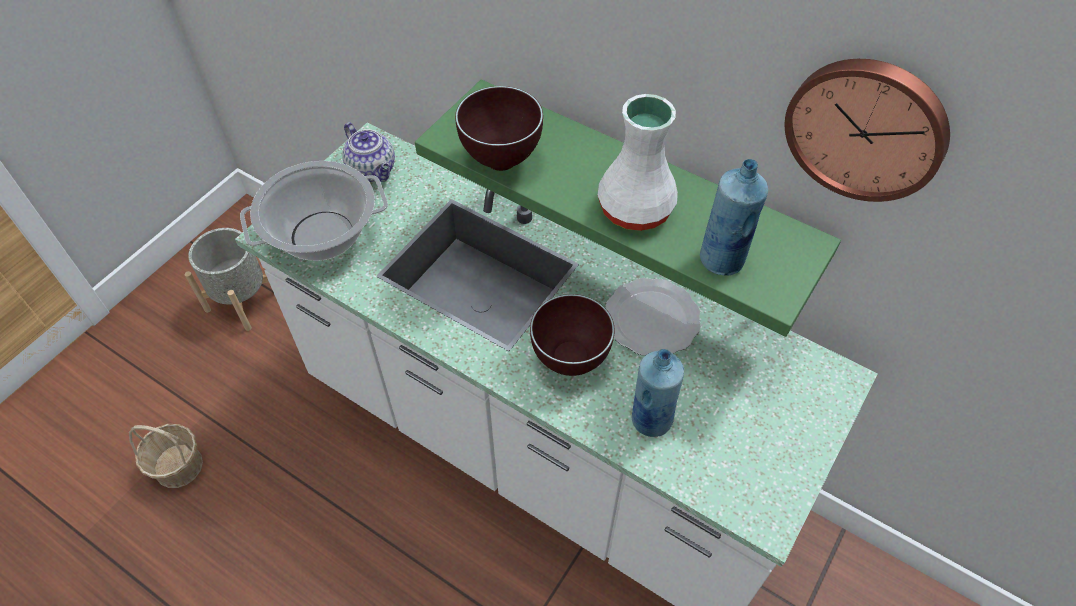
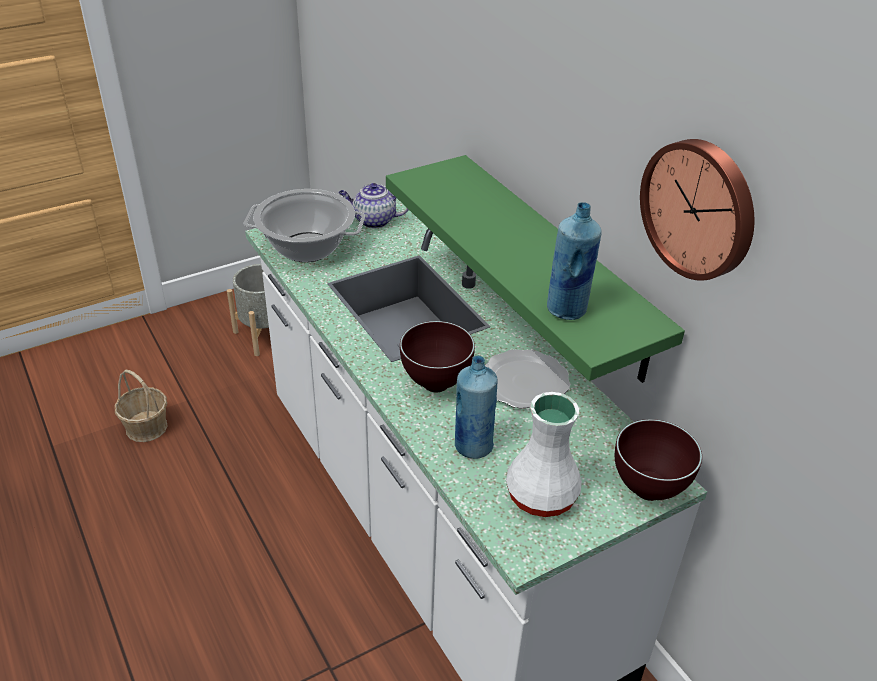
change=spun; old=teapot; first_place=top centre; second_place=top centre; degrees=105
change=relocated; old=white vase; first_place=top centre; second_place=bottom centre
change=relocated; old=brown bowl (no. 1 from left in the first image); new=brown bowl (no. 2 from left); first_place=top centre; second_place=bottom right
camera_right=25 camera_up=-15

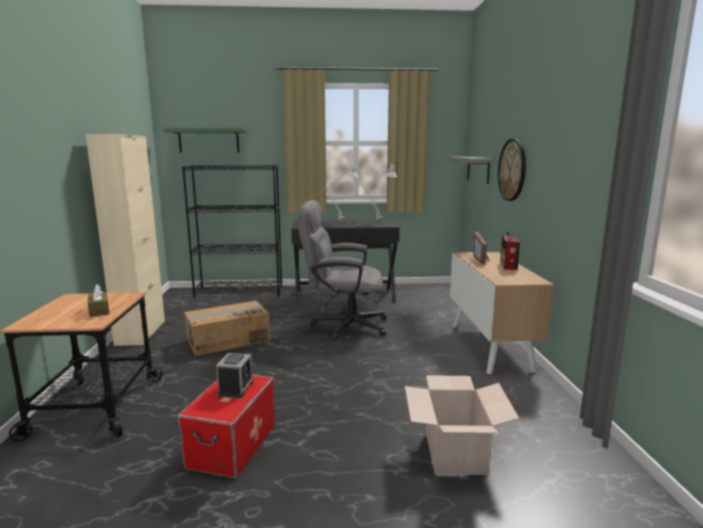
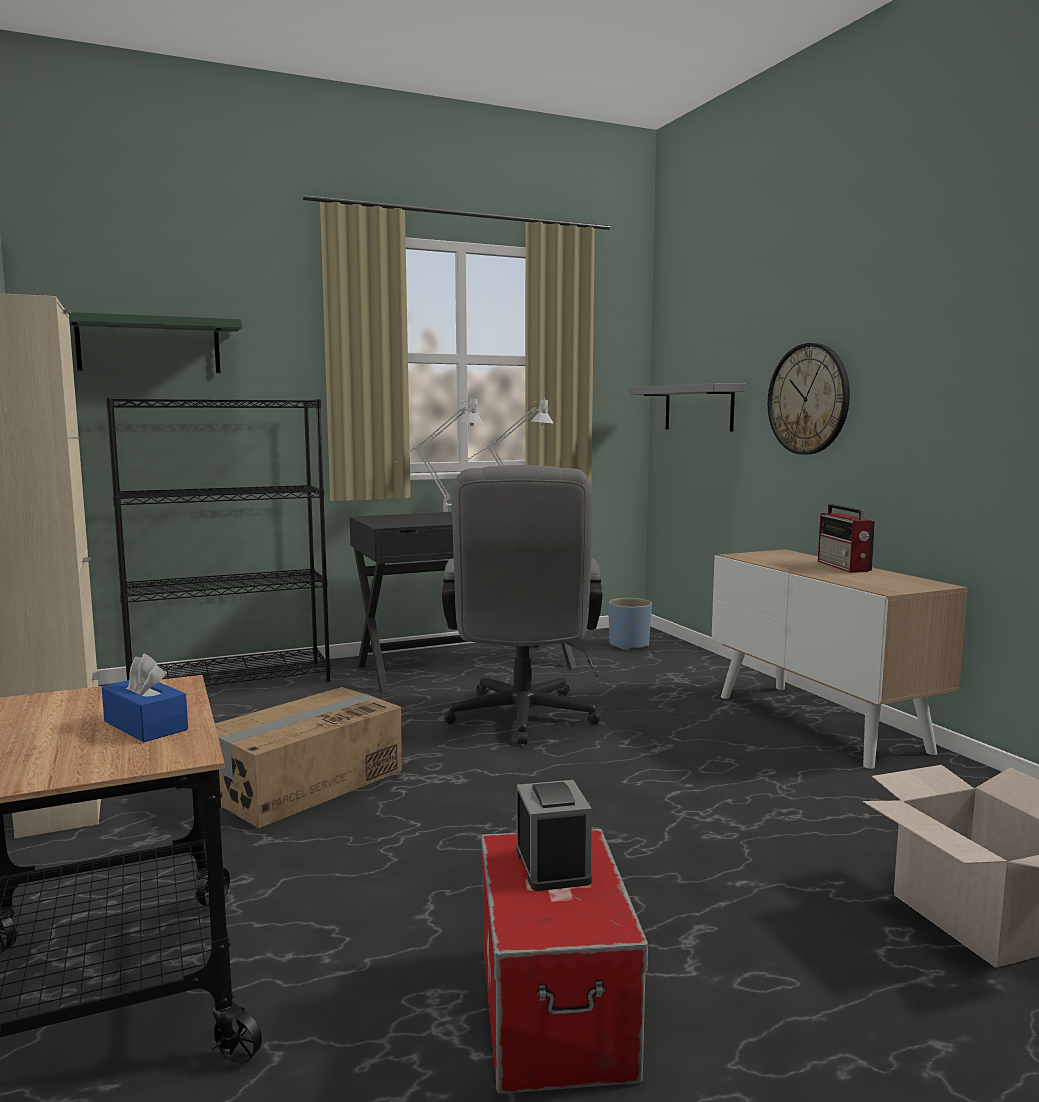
change=colour; old=brown tissue box; new=blue tissue box; first_place=middle left; second_place=middle left
change=spun; old=grey office chair; first_place=centre; second_place=centre; degrees=-75
change=appeared; new=blue planter; second_place=centre
change=missing; old=picture frame; first_place=middle right
camera_right=-20 camera_up=-5

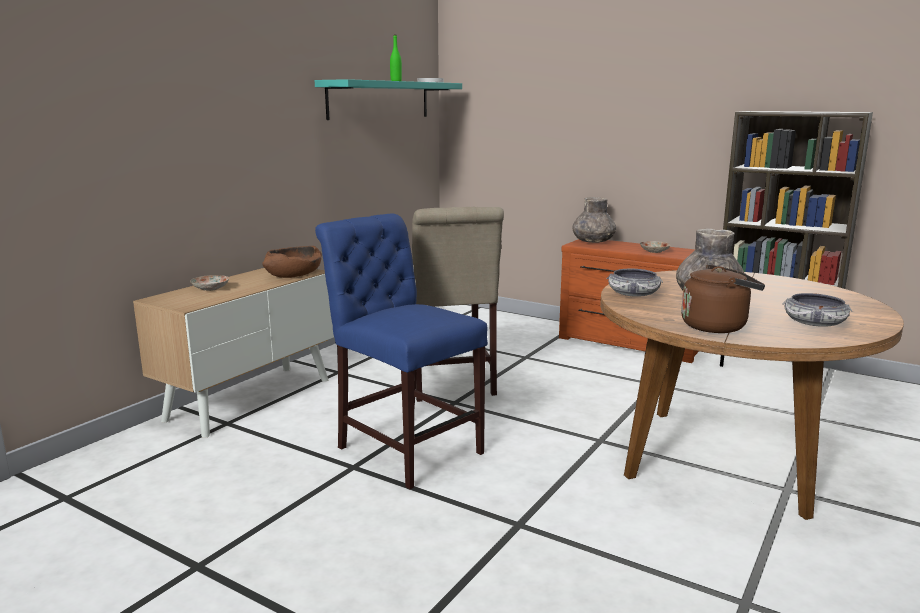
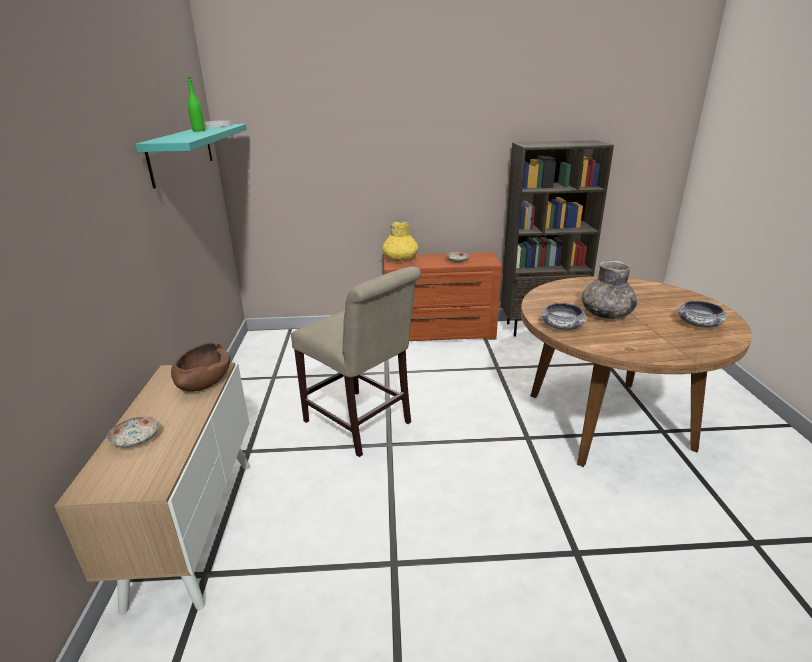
change=colour; old=grey vase (no. 1 from left); new=yellow vase; first_place=centre; second_place=centre
change=missing; old=blue chair; first_place=centre
change=missing; old=brown kettle; first_place=middle right
camera_right=-35 camera_up=10

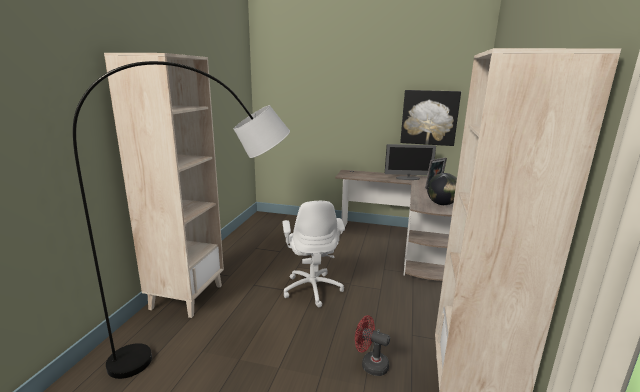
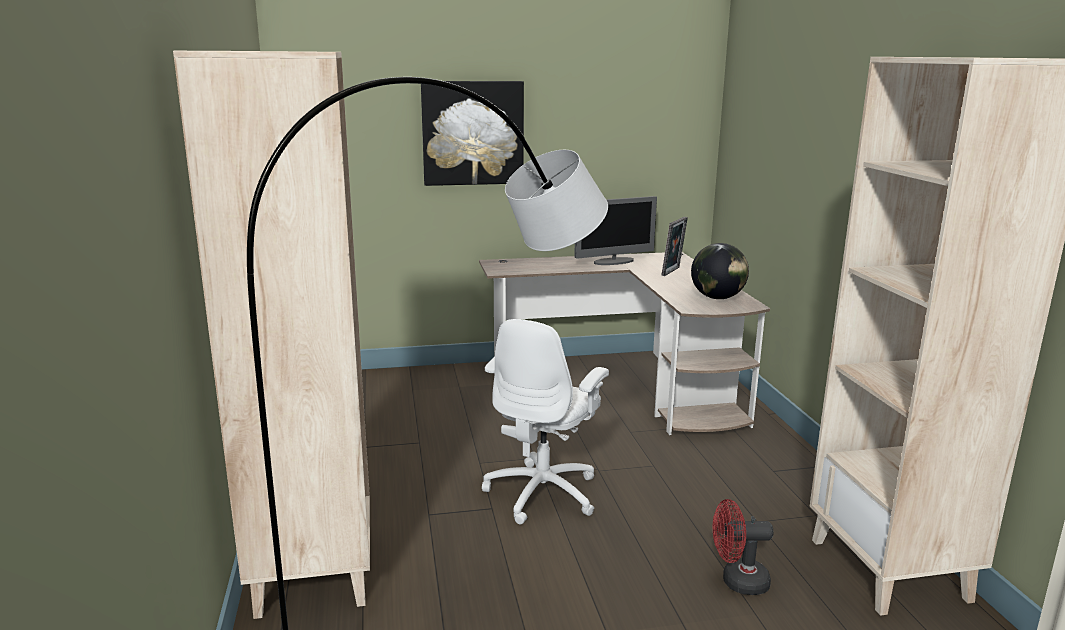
change=relocated; old=picture; first_place=top right; second_place=top centre
change=spun; old=white office chair; first_place=centre; second_place=bottom centre; degrees=60
camera_right=-25 camera_up=0

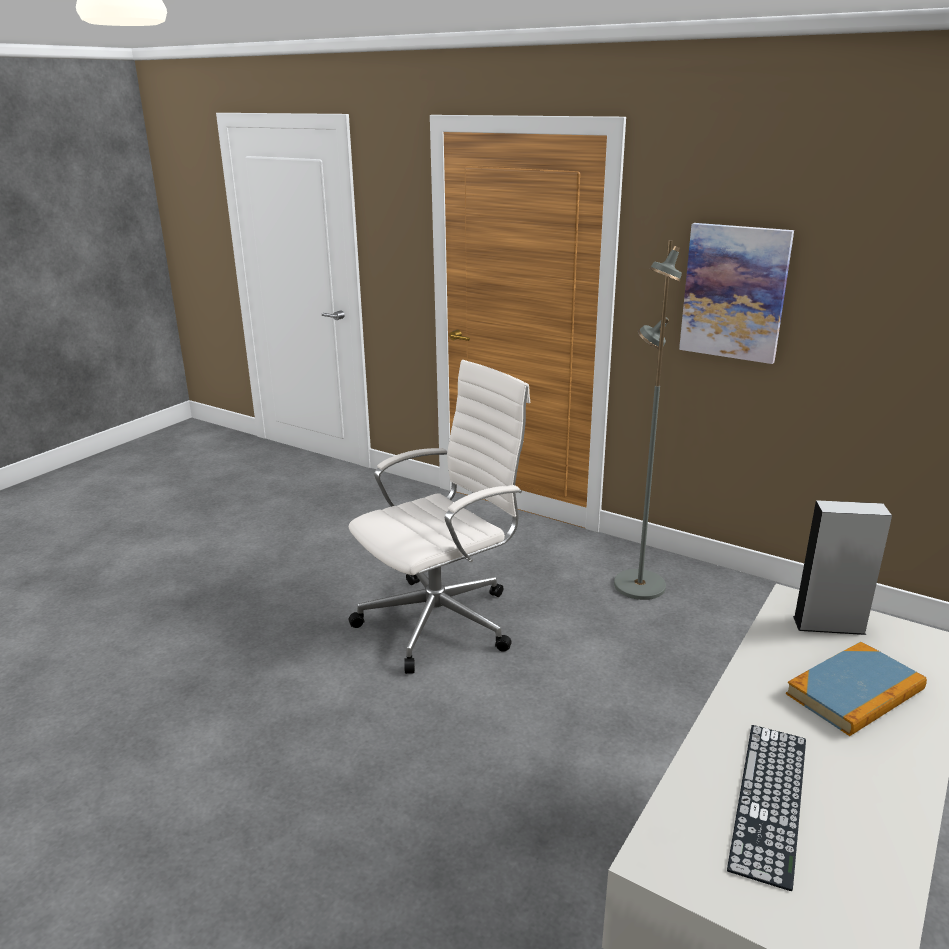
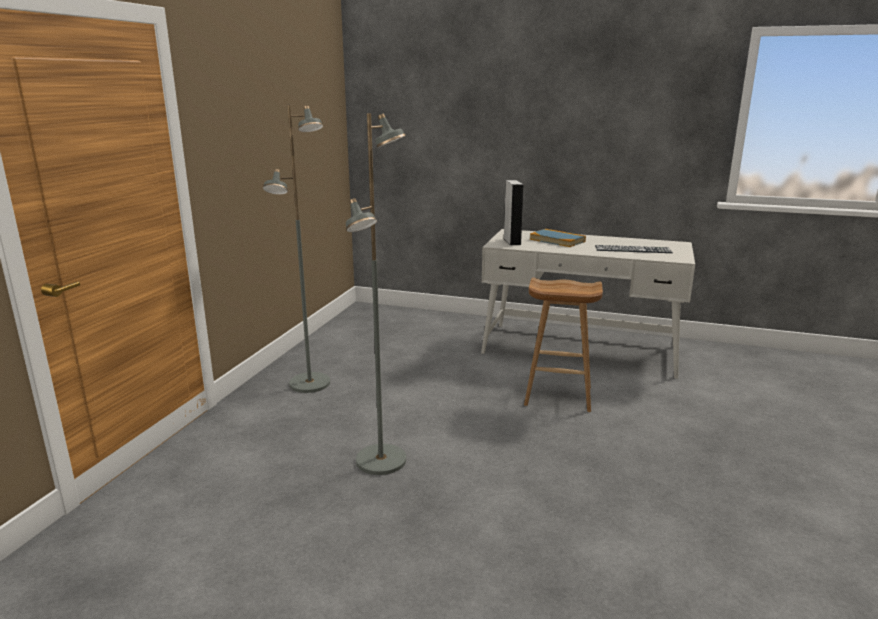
change=exchanged; old=white office chair; new=grey floor lamp (no. 2 from left); first_place=centre; second_place=centre
change=appeared; new=brown stool; second_place=centre
change=missing; old=picture; first_place=top right
camera_right=-105 camera_up=-5

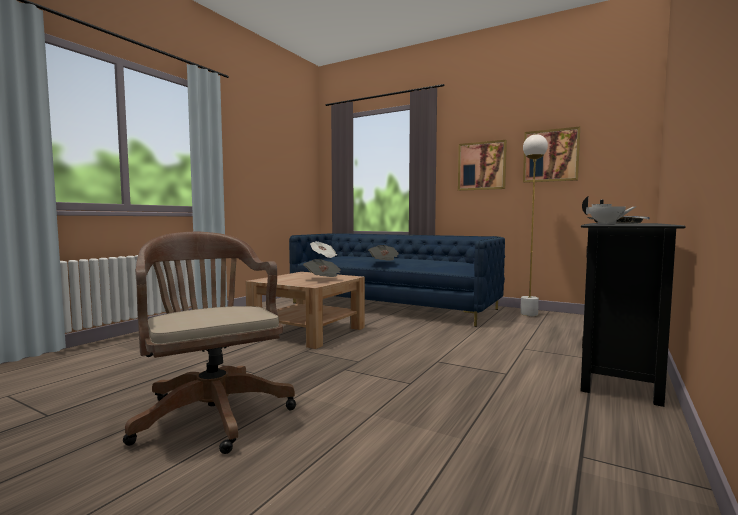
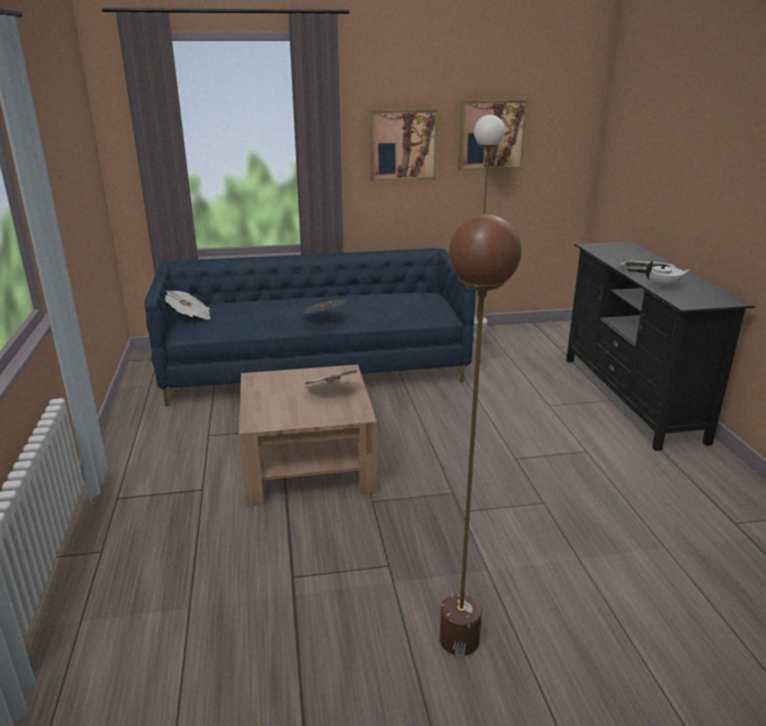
change=exchanged; old=brown office chair; new=brown floor lamp; first_place=middle left; second_place=centre
camera_right=-40 camera_up=20

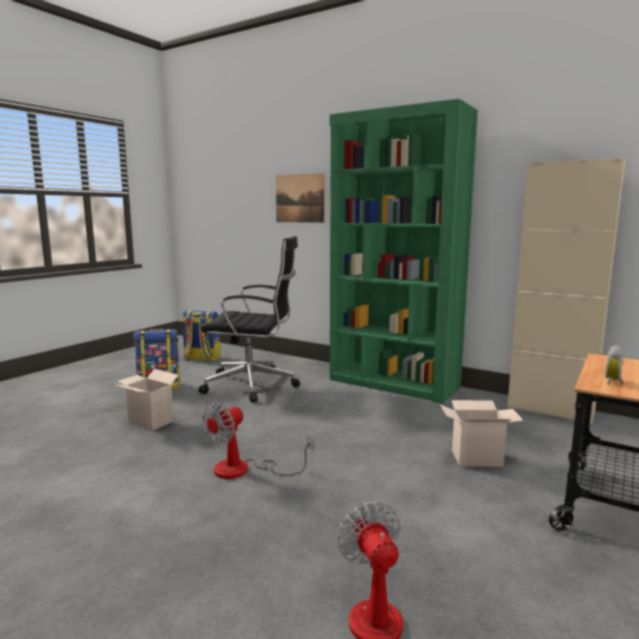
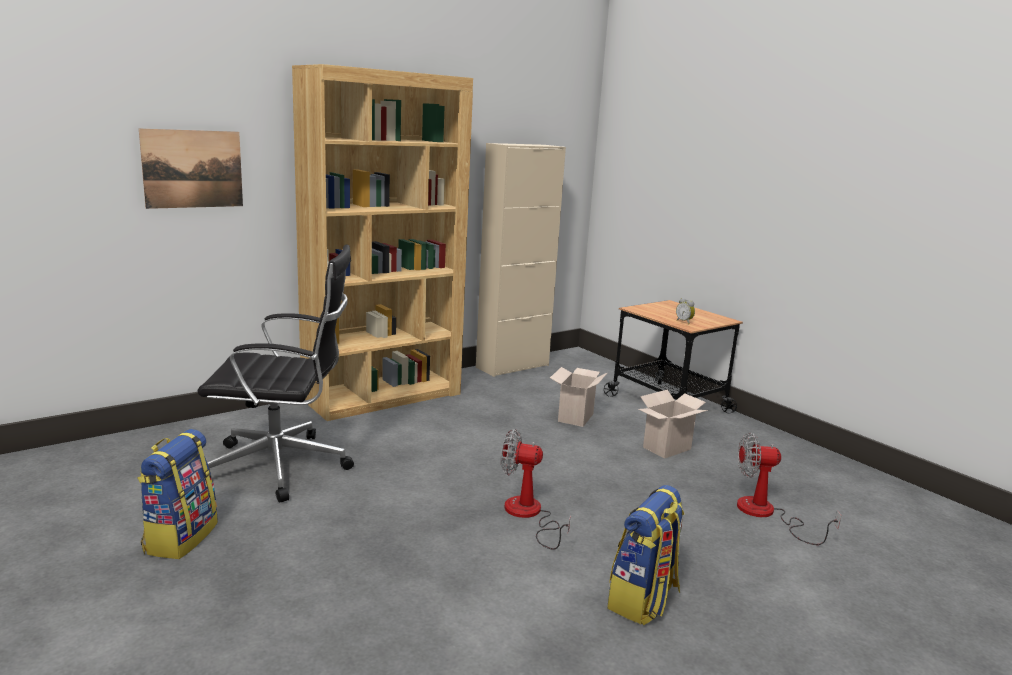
change=spun; old=black office chair; first_place=centre; second_place=middle left; degrees=60
change=colour; old=green bookcase; new=brown bookcase; first_place=centre; second_place=centre
change=spun; old=fan (no. 1 from left); first_place=bottom centre; second_place=bottom centre; degrees=135
change=relocated; old=backpack (no. 2 from left); first_place=middle left; second_place=bottom centre
change=relocated; old=cardboard box (no. 1 from left in the first image); new=cardboard box (no. 2 from left); first_place=middle left; second_place=centre
camera_right=-70 camera_up=5

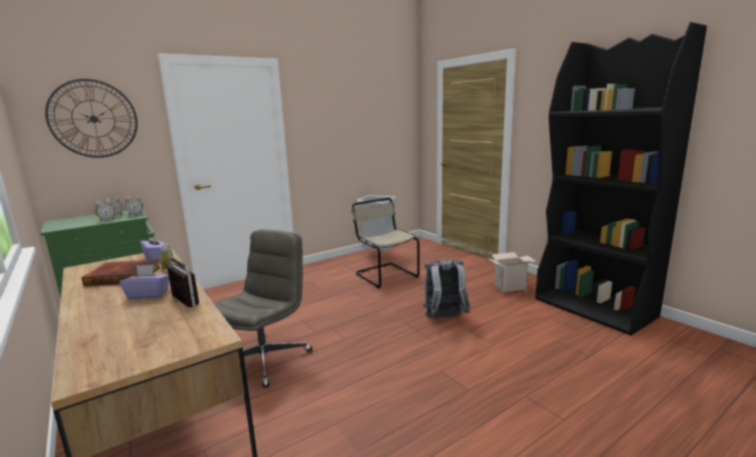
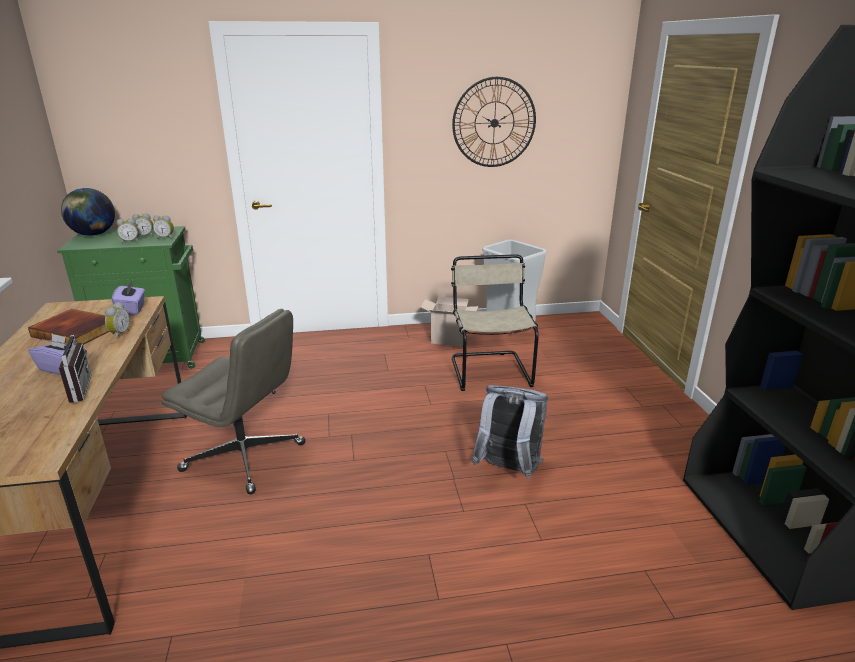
change=appeared; new=globe; second_place=top left
change=spun; old=grey office chair; first_place=bottom centre; second_place=middle left; degrees=60
change=relocated; old=cardboard box; first_place=middle right; second_place=centre
change=relocated; old=wall clock; first_place=top left; second_place=top centre
camera_right=25 camera_up=10

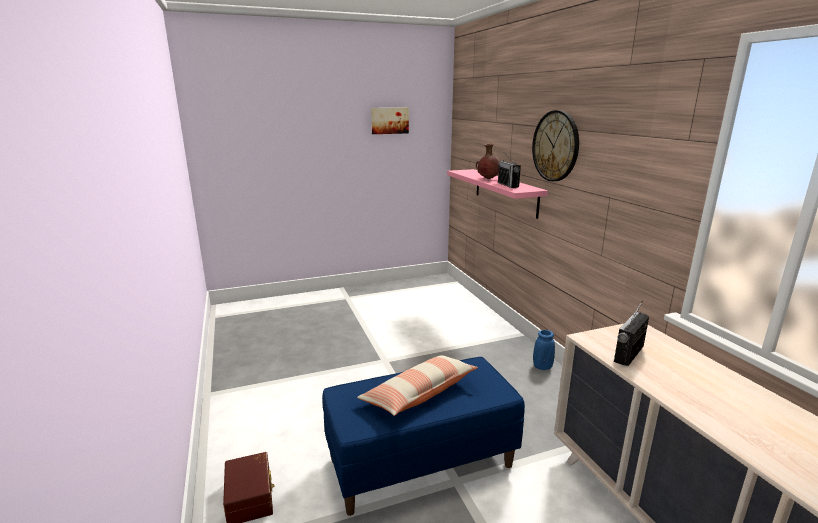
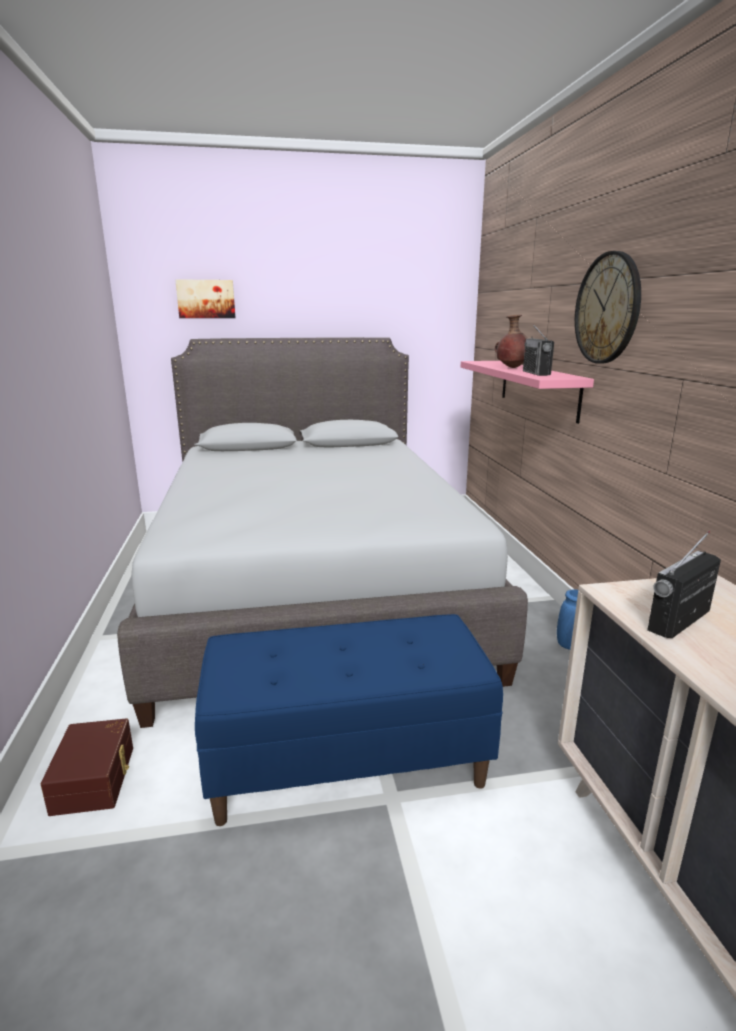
change=appeared; new=grey bed; second_place=centre
change=relocated; old=picture; first_place=top centre; second_place=top left
change=missing; old=pillow; first_place=bottom centre
camera_right=10 camera_up=0

